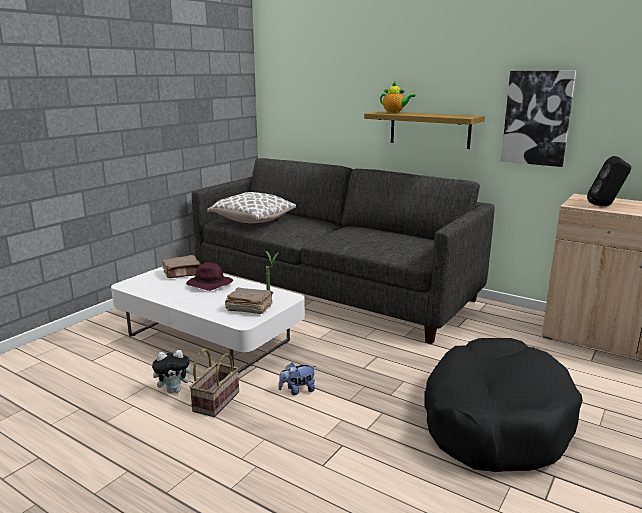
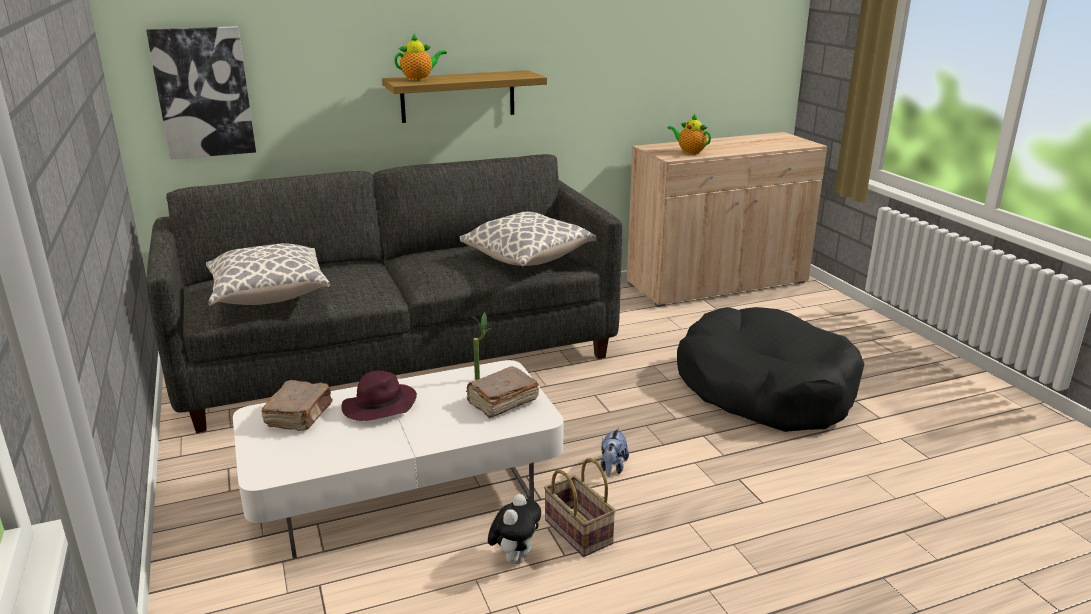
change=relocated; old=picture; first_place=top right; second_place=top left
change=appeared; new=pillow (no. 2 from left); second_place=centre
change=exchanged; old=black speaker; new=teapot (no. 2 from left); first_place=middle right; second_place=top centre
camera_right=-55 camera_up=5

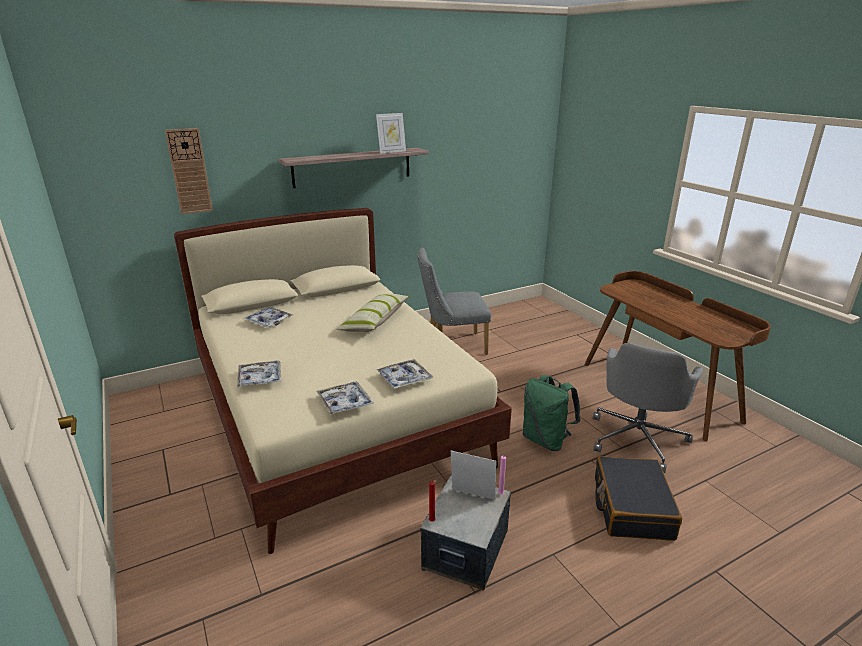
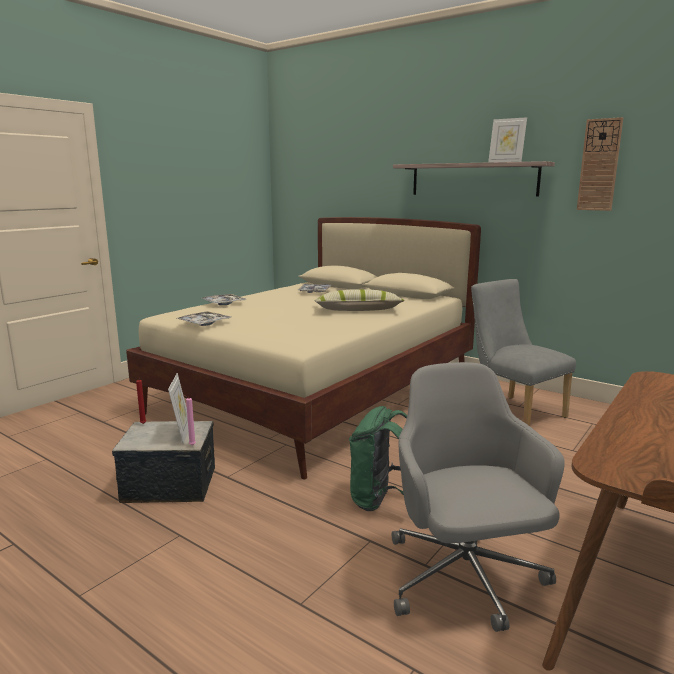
change=spun; old=grey office chair; first_place=middle right; second_place=bottom right; degrees=75
change=relocated; old=wall clock; first_place=top left; second_place=top right
change=missing; old=tray (no. 4 from left); first_place=centre
change=missing; old=black suitcase; first_place=bottom right
camera_right=65 camera_up=-10

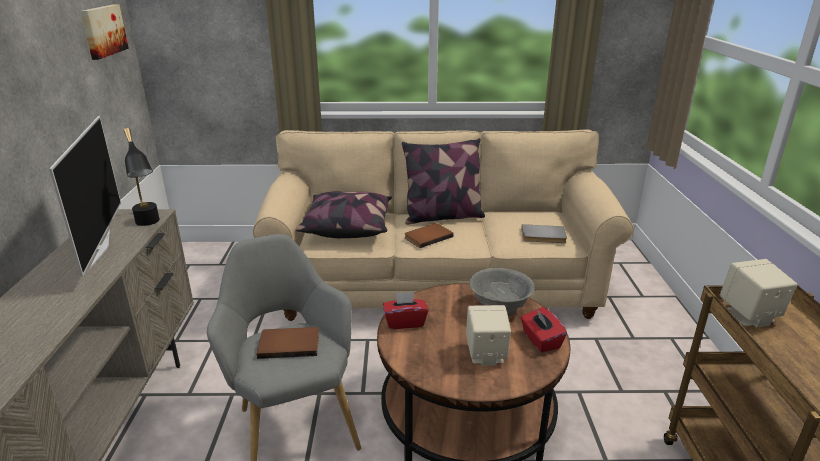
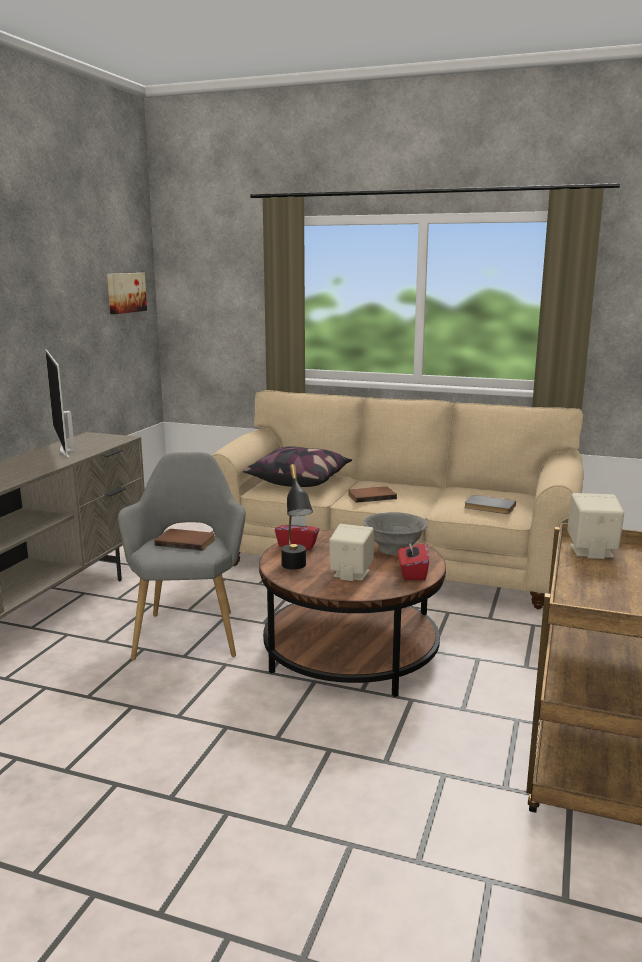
change=spun; old=television; first_place=middle left; second_place=middle left; degrees=150
change=relocated; old=black table lamp; first_place=middle left; second_place=centre
change=missing; old=pillow (no. 2 from left); first_place=centre
camera_right=20 camera_up=-10

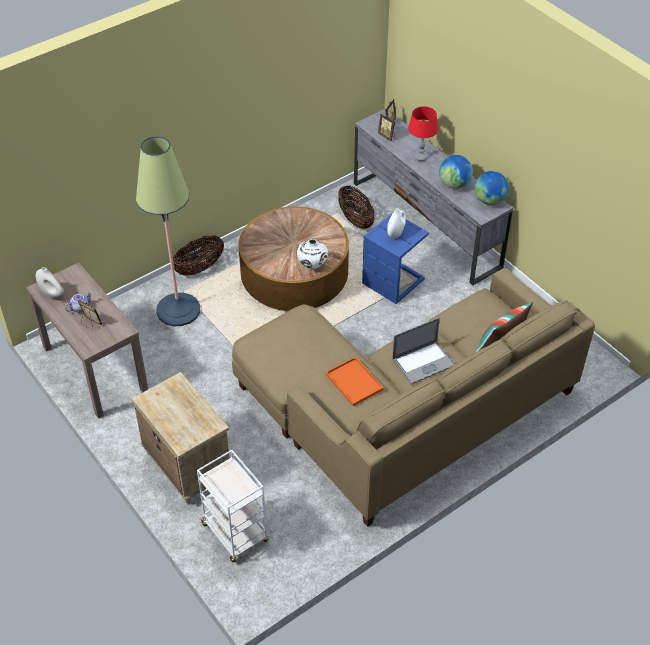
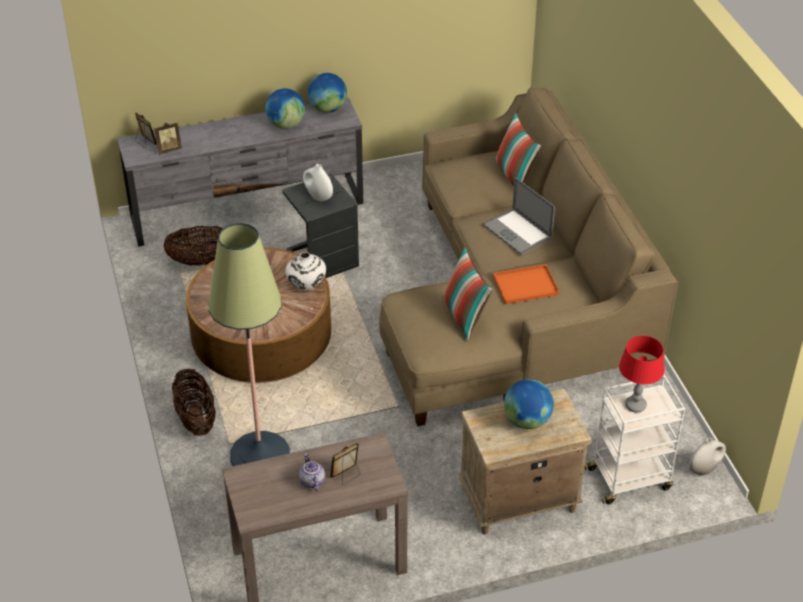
change=colour; old=blue side table; new=grey side table; first_place=centre; second_place=centre
change=appeared; new=pillow (no. 1 from left); second_place=centre
change=spun; old=laptop; first_place=centre; second_place=centre; degrees=150
change=appeared; new=globe (no. 3 from left); second_place=bottom centre
change=relocated; old=red table lamp; first_place=top centre; second_place=middle right
change=relocated; old=white vase (no. 1 from left in the first image); new=white vase (no. 3 from left); first_place=middle left; second_place=bottom right
camera_right=-70 camera_up=-5

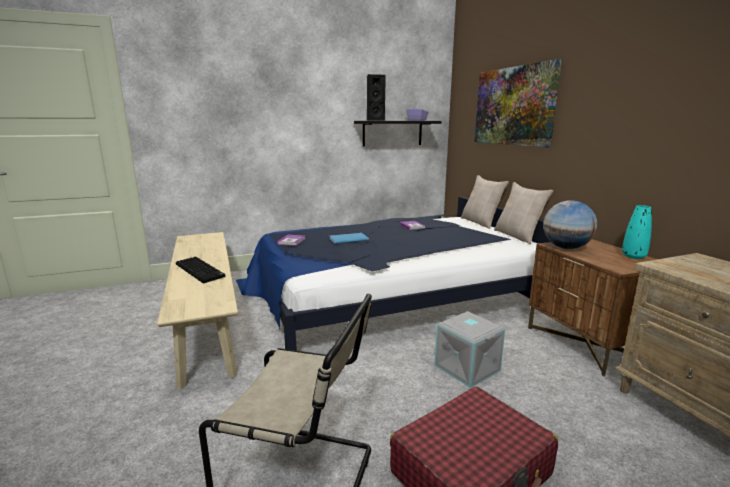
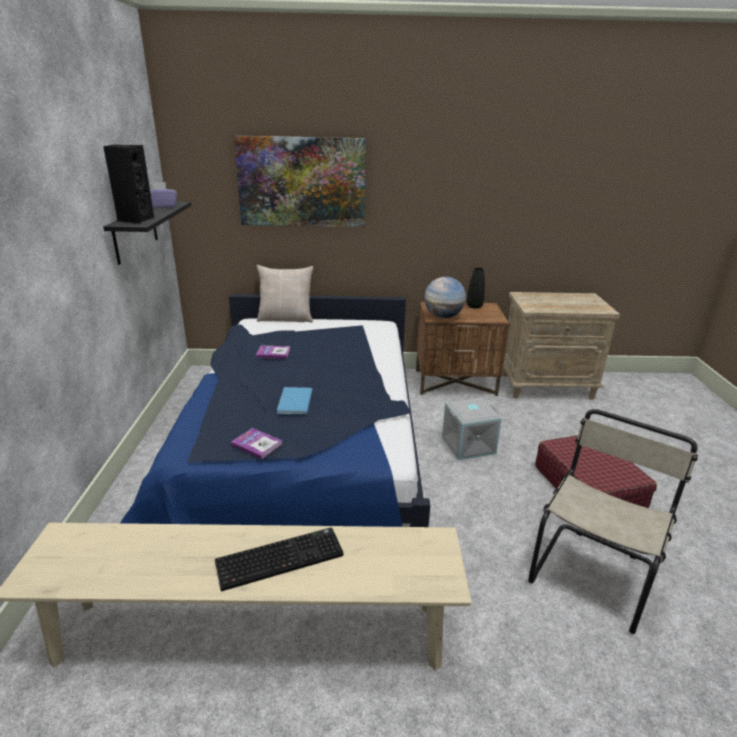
change=colour; old=turquoise vase; new=black vase; first_place=middle right; second_place=centre
change=missing; old=beige pillow (no. 2 from left); first_place=middle right
camera_right=-70 camera_up=10

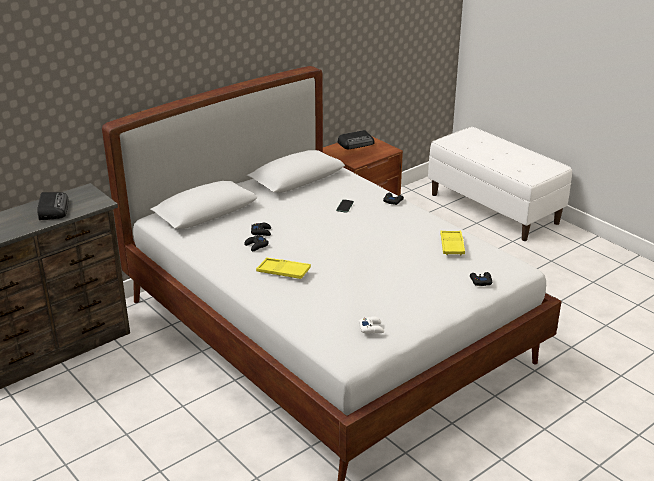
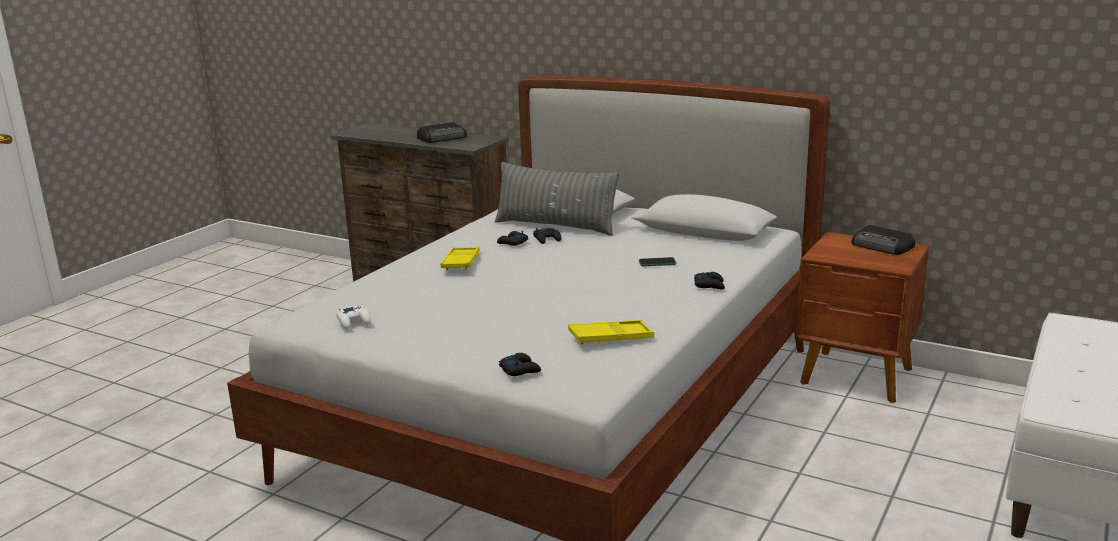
change=appeared; new=grey pillow; second_place=centre
camera_right=70 camera_up=-10

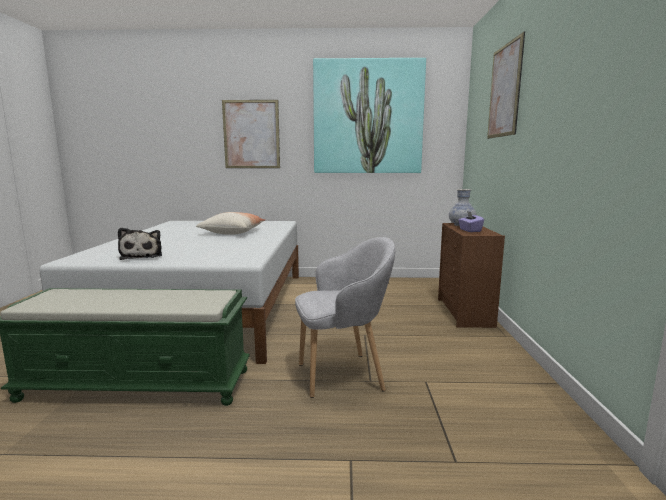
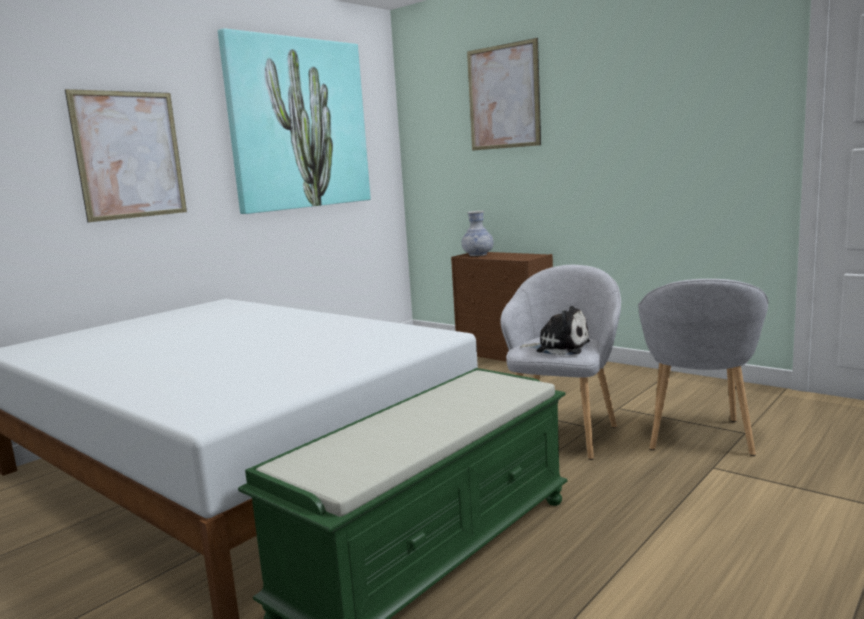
change=relocated; old=plush toy; first_place=middle left; second_place=centre
change=appeared; new=grey armchair (no. 2 from left); second_place=middle right
change=missing; old=pillow; first_place=centre
change=missing; old=purple tissue box; first_place=middle right
camera_right=-50 camera_up=0

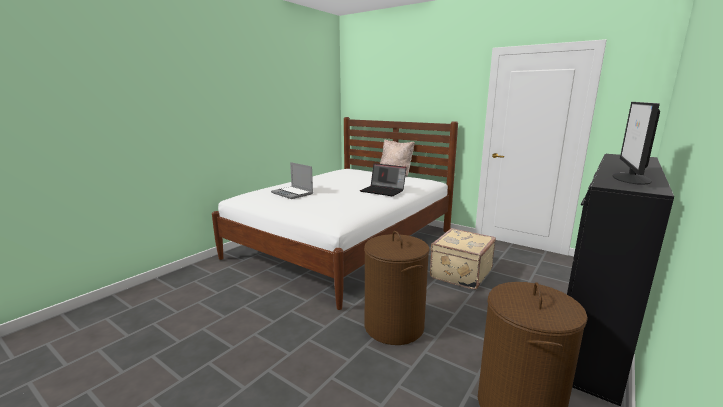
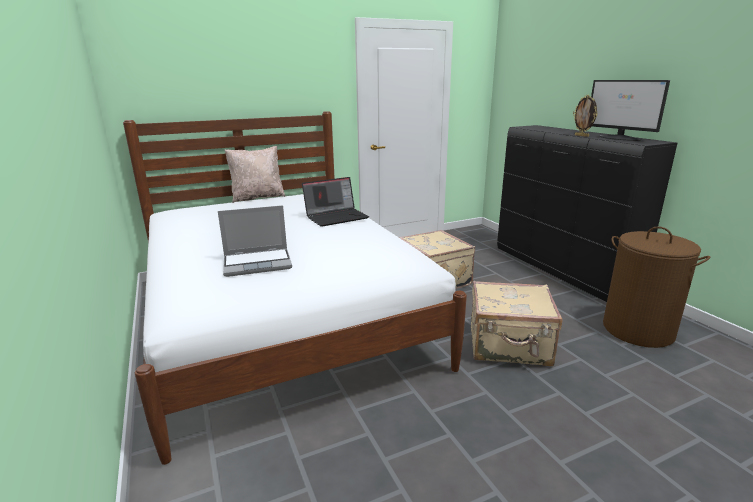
change=exchanged; old=brown laundry basket (no. 1 from left); new=beige suitcase (no. 2 from left); first_place=bottom centre; second_place=middle right
change=appeared; new=picture frame; second_place=top right
camera_right=-60 camera_up=5

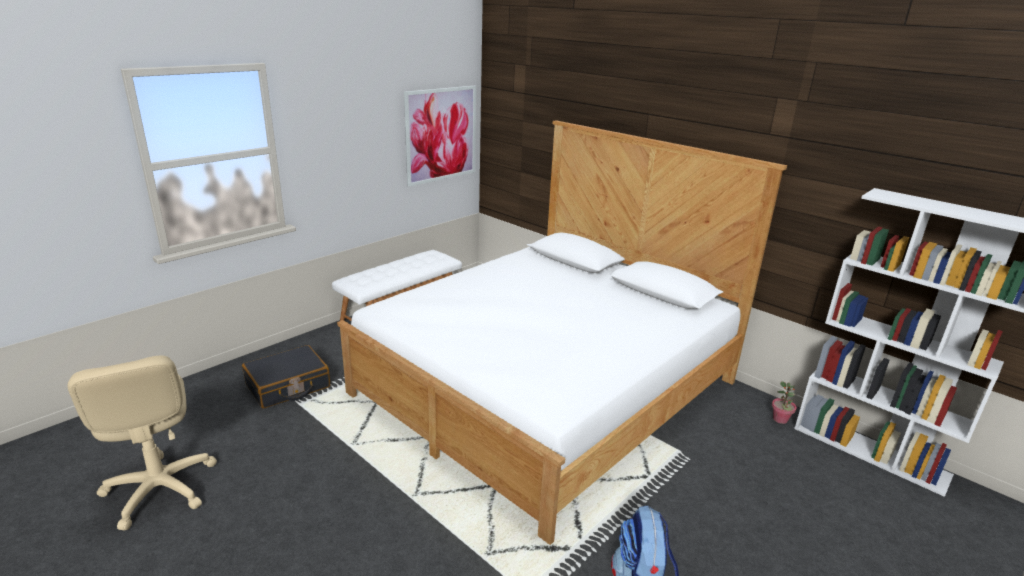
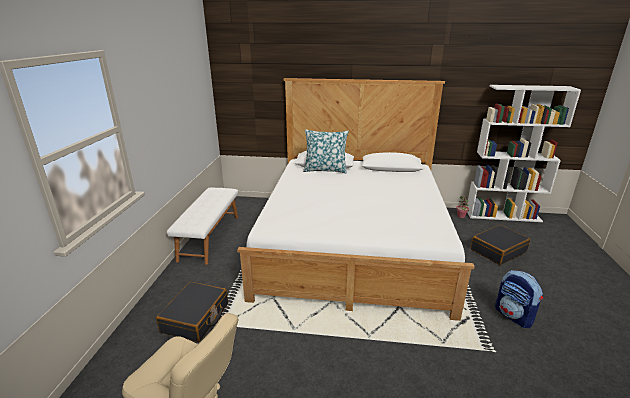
change=appeared; new=pillow; second_place=centre
change=appeared; new=black suitcase (no. 2 from left); second_place=middle right
change=missing; old=picture; first_place=top centre
camera_right=-35 camera_up=0

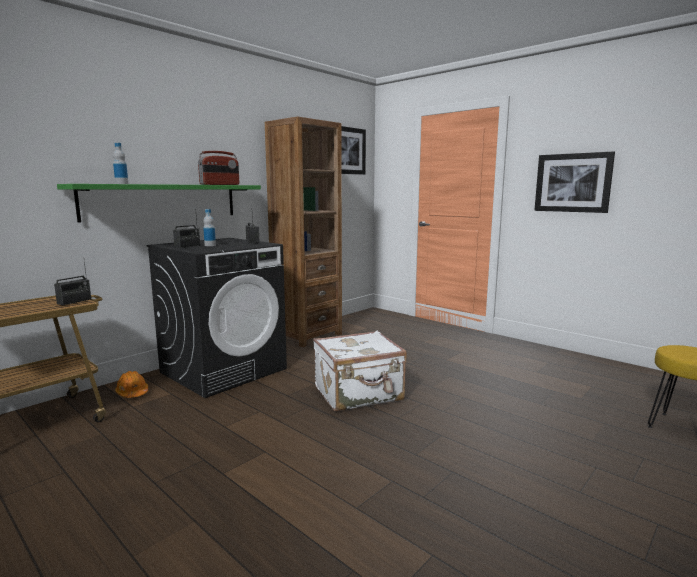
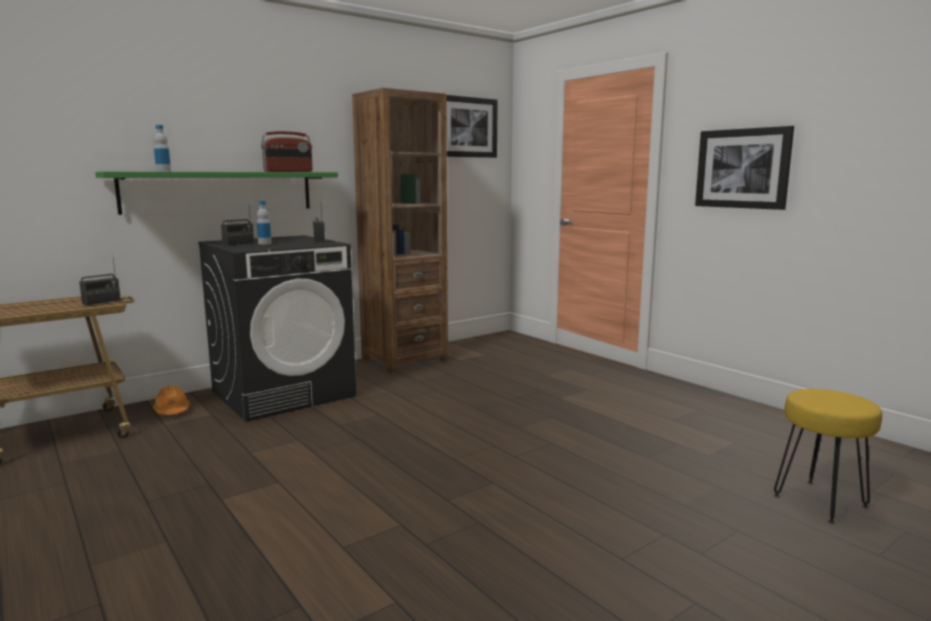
change=missing; old=white suitcase; first_place=centre
camera_right=10 camera_up=0

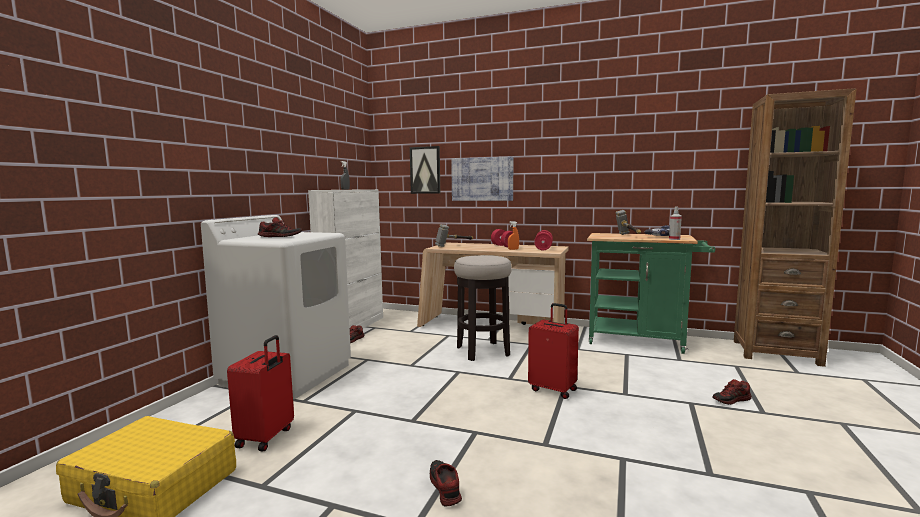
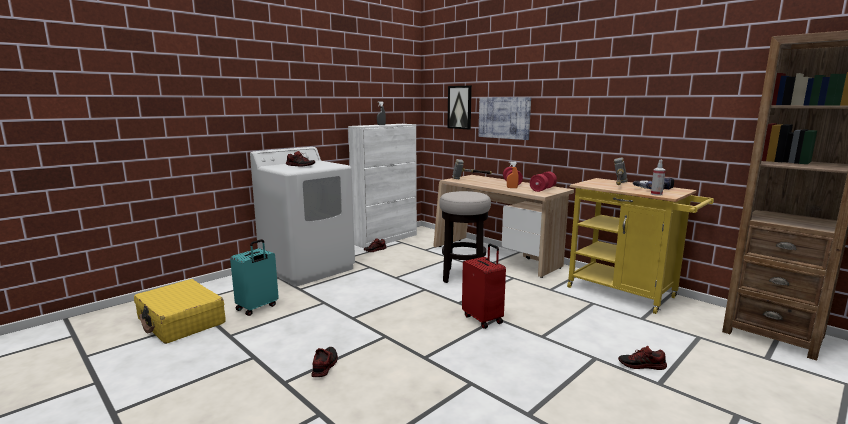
change=colour; old=red suitcase (no. 1 from left); new=turquoise suitcase; first_place=bottom left; second_place=middle left
change=colour; old=green cart; new=yellow cart; first_place=middle right; second_place=middle right
camera_right=25 camera_up=5

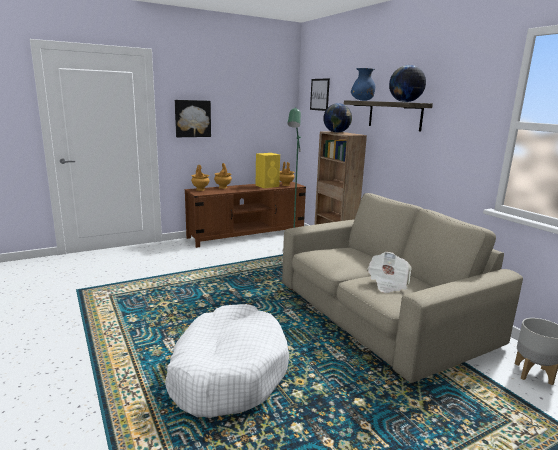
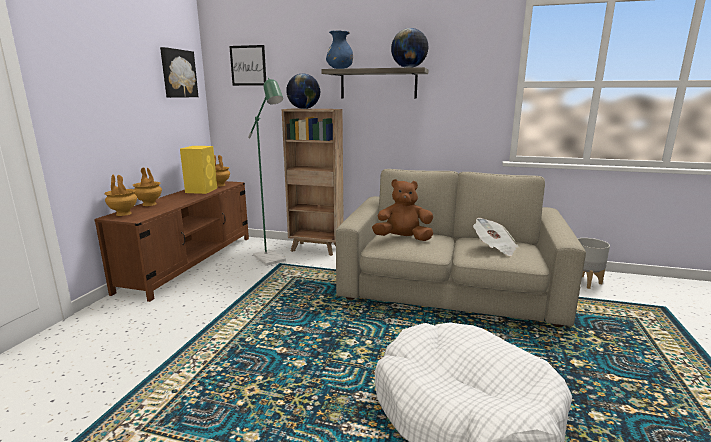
change=relocated; old=picture (no. 1 from left); first_place=top centre; second_place=top left
change=appeared; new=brown plush toy; second_place=centre
camera_right=-45 camera_up=0

